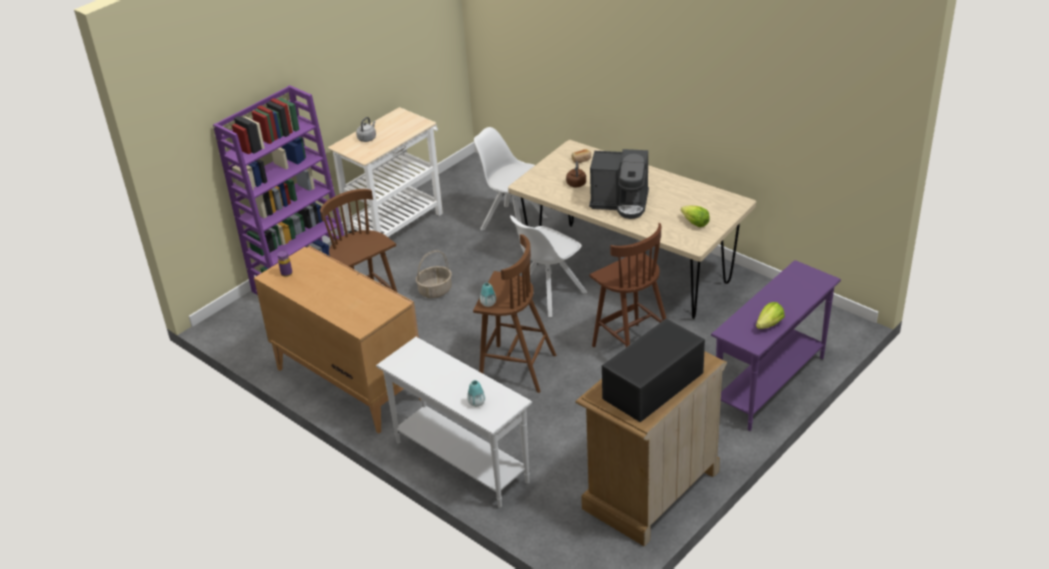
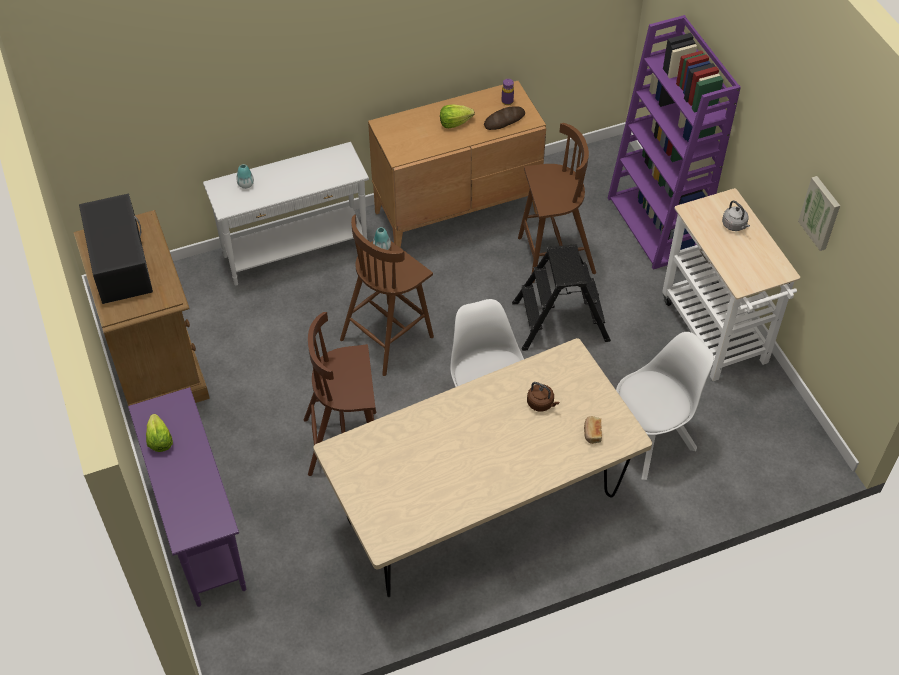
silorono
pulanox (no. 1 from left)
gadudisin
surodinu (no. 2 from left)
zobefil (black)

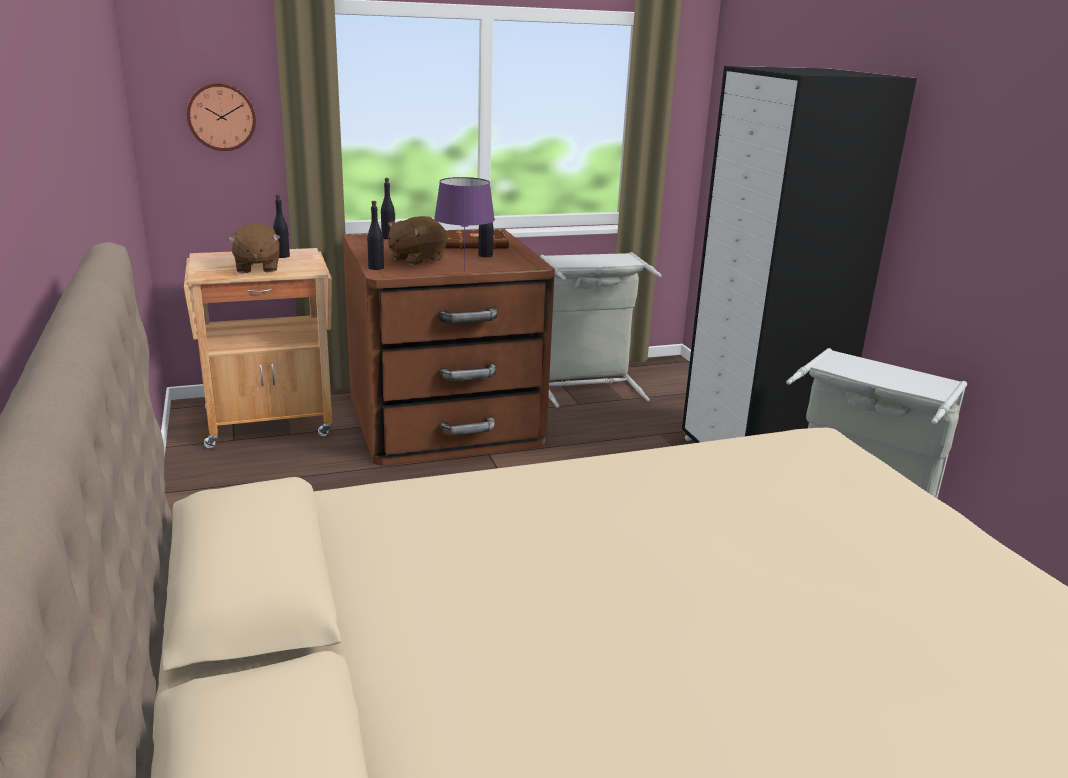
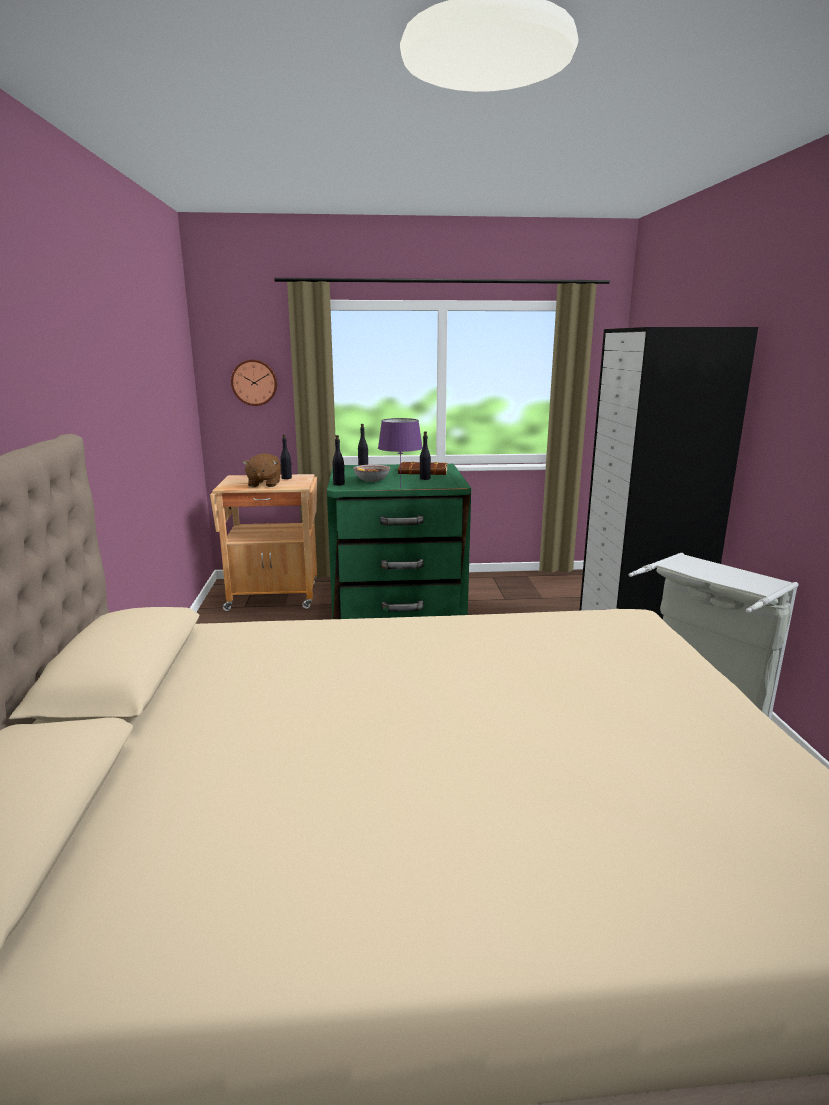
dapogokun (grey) (no. 1 from left in the first image)
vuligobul
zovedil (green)

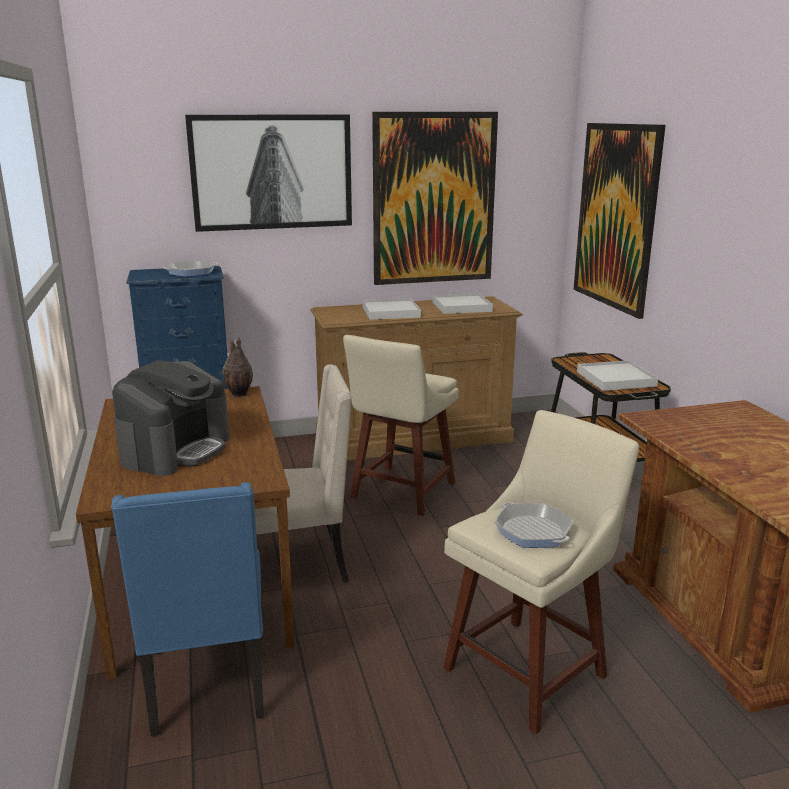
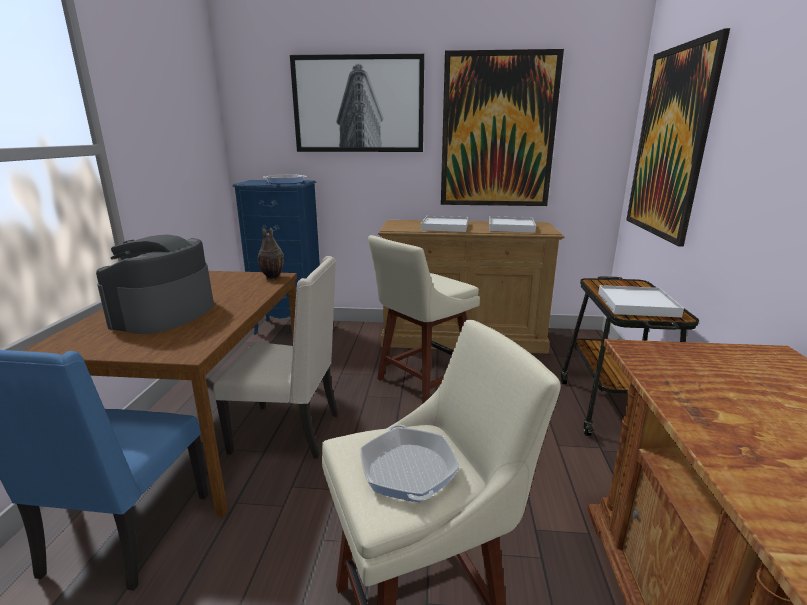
silorono

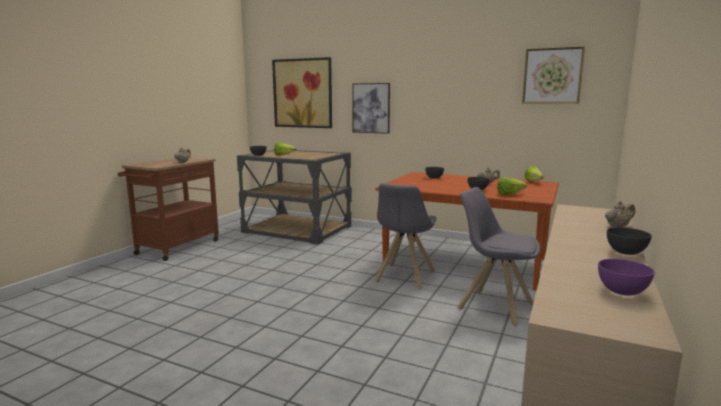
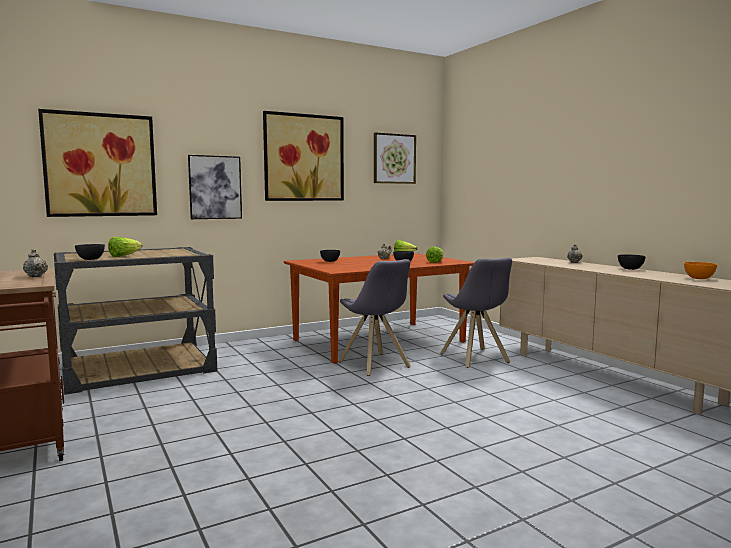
gadudisin (no. 3 from left)
vuligobul (orange)
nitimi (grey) (no. 2 from left)

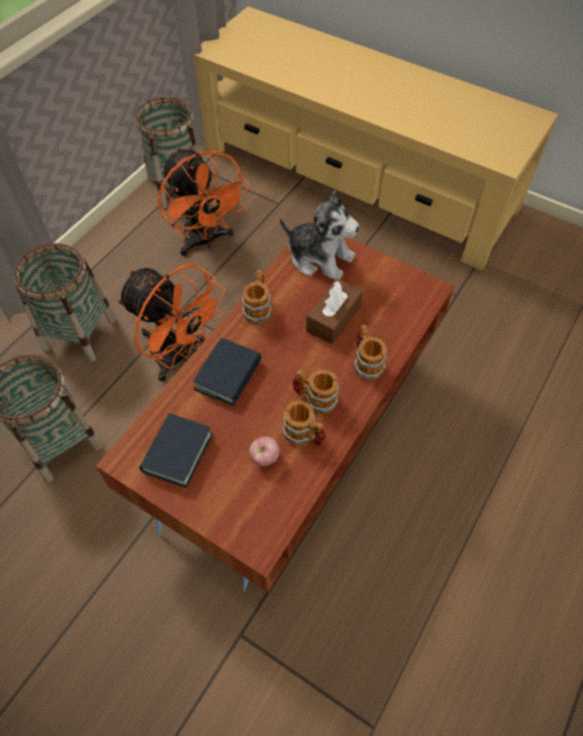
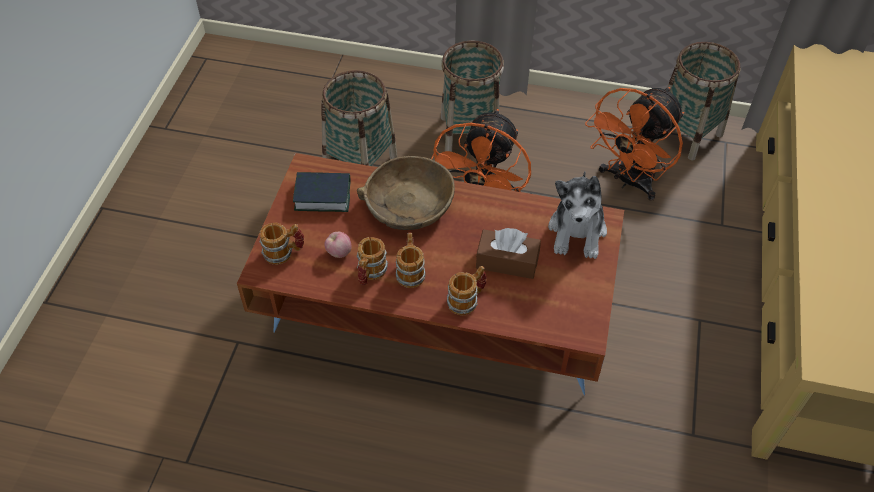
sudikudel (no. 1 from left)
vuligobul (brown)

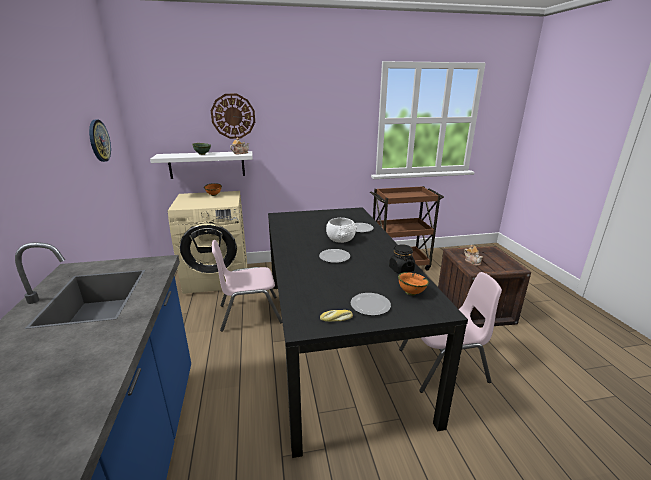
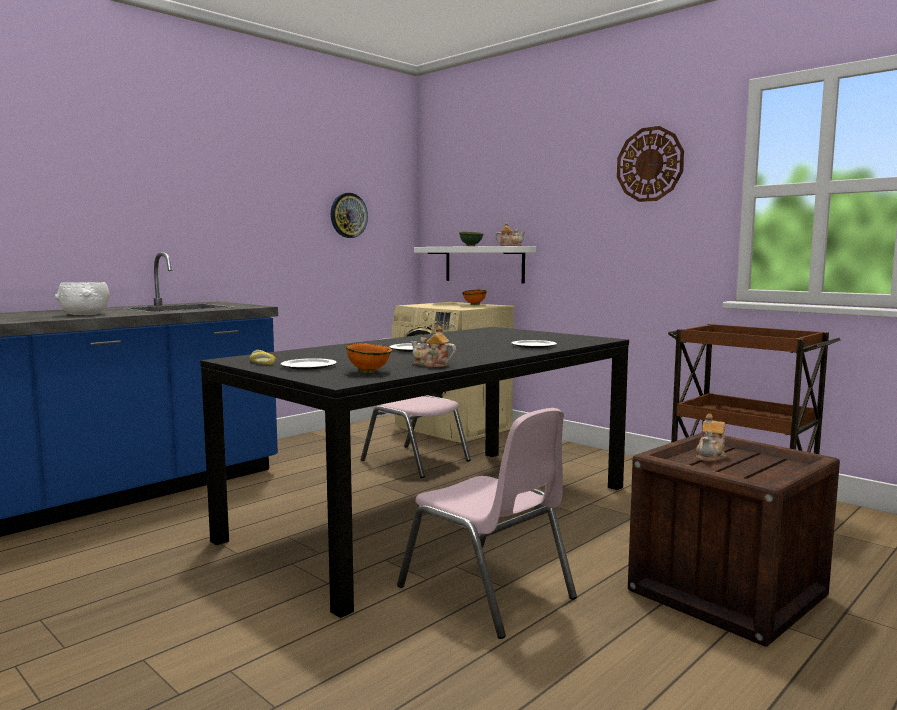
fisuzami (no. 2 from left)
vuligobul (white)
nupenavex (no. 1 from left)

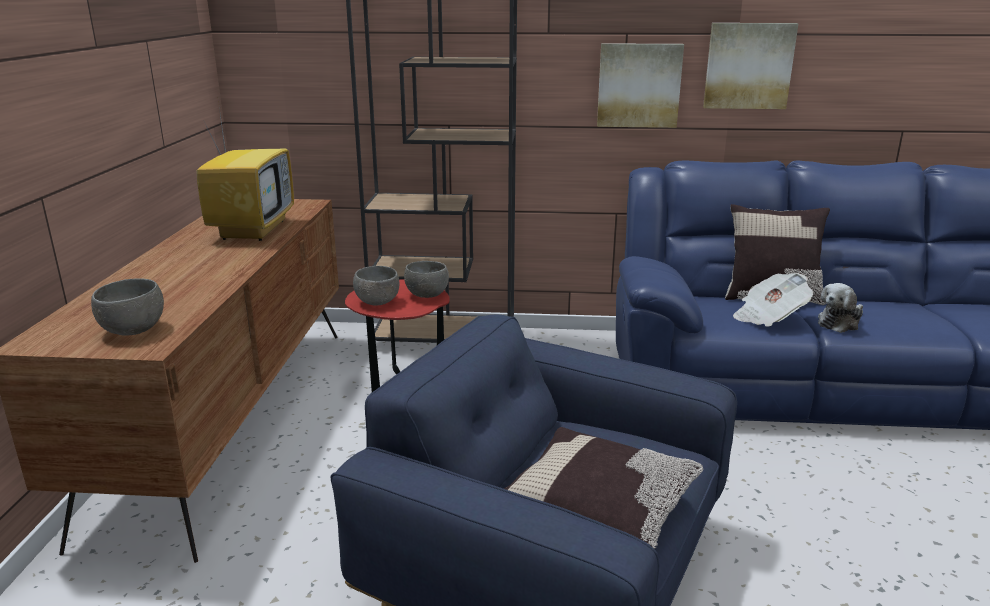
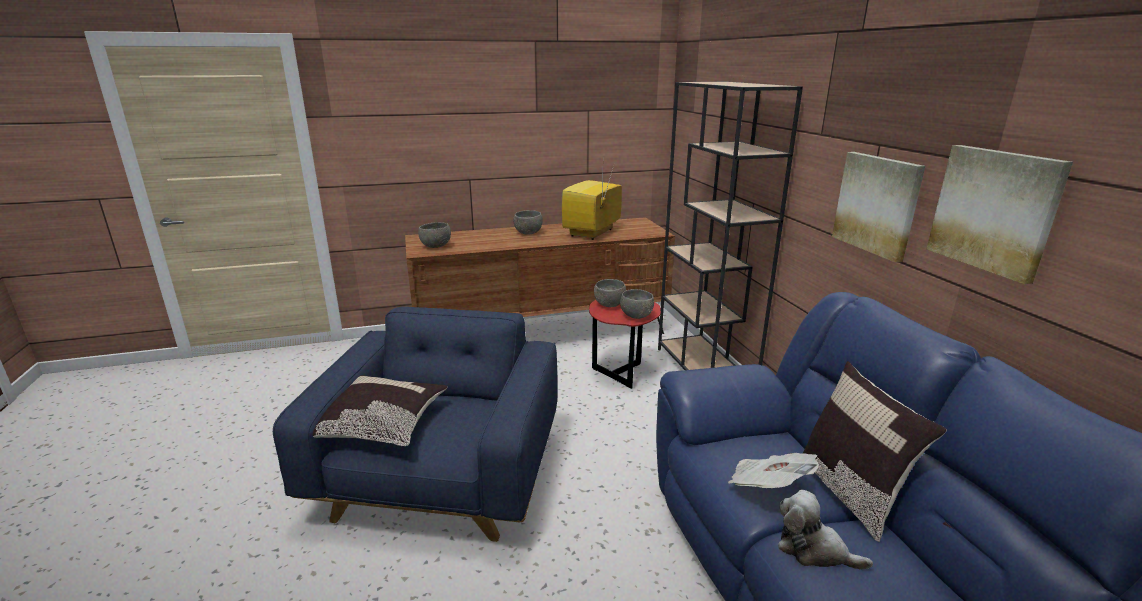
vuligobul (grey) (no. 2 from left)
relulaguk

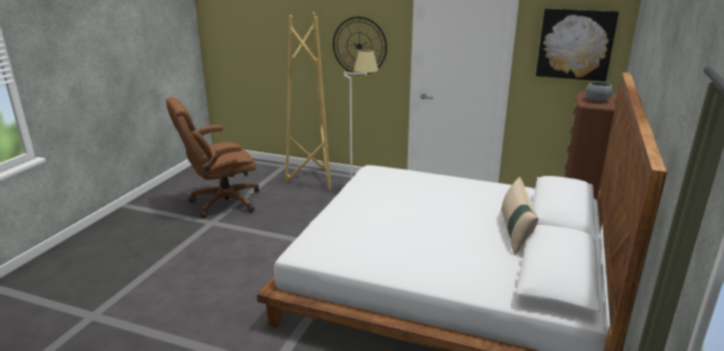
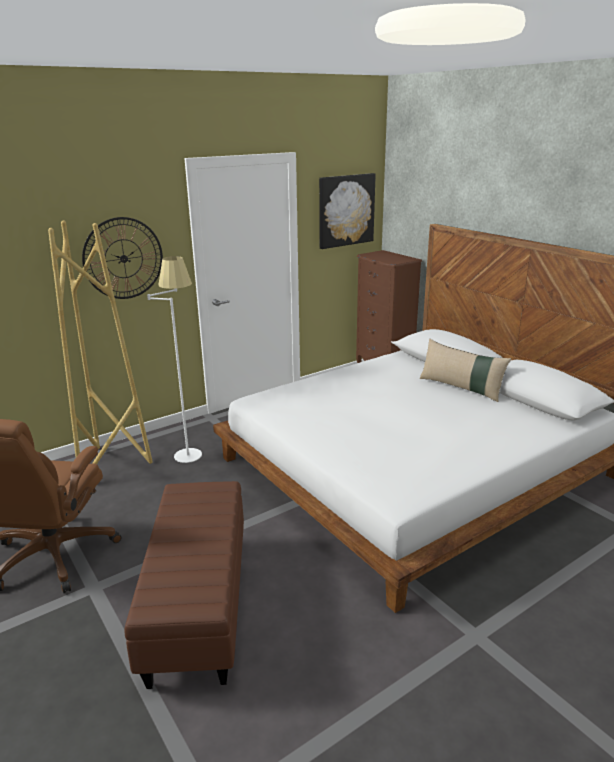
vuligobul (grey)
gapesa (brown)

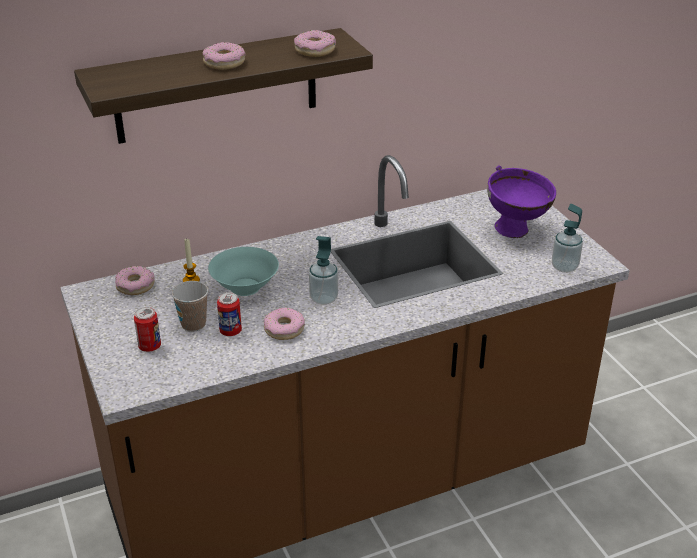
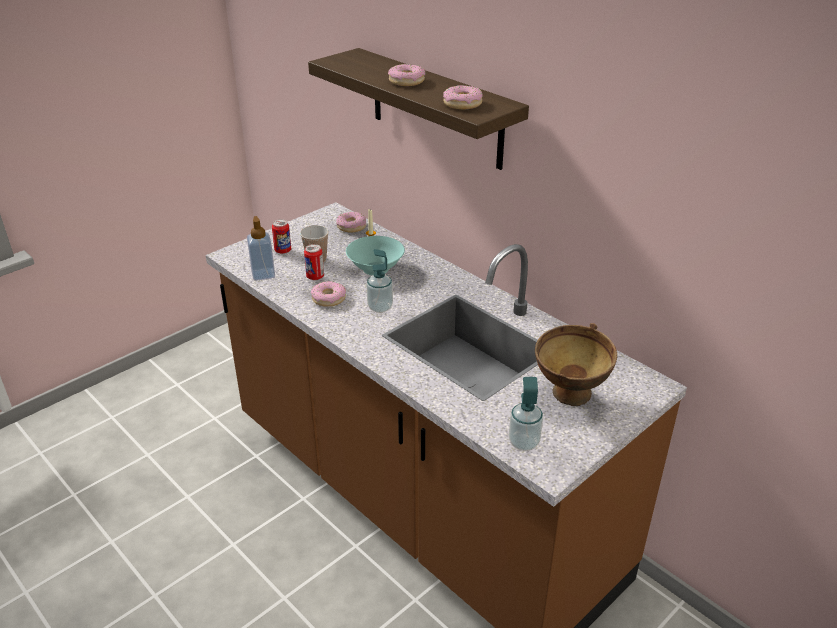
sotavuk (no. 1 from left)
vuligobul (brown)

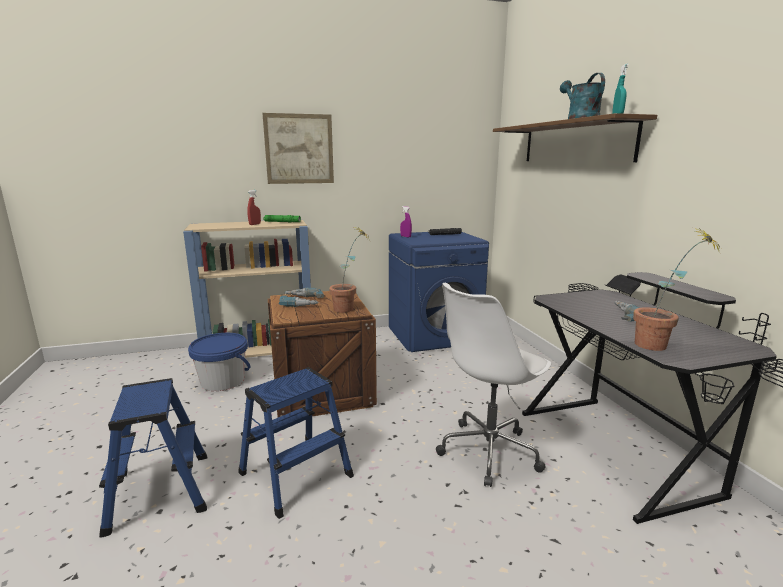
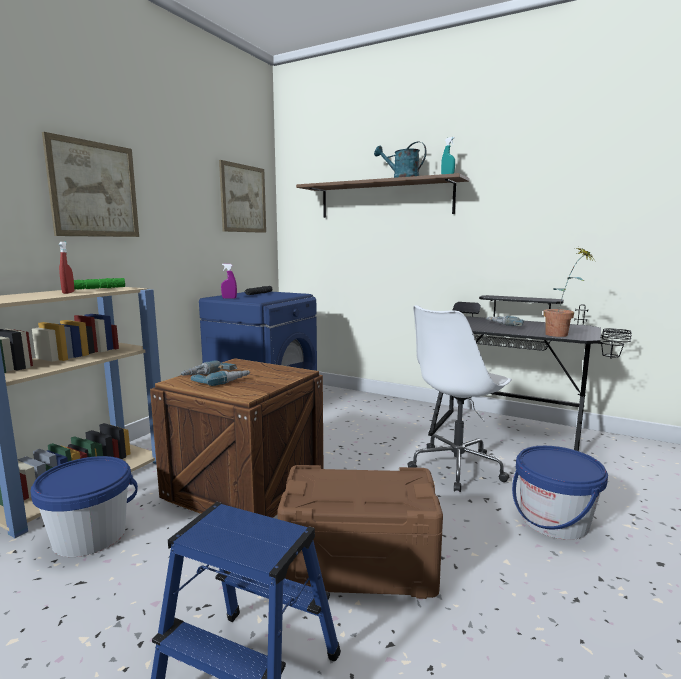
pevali (no. 1 from left in the first image)
gadudisin (no. 2 from left)
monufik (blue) (no. 2 from left)
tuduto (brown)
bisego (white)

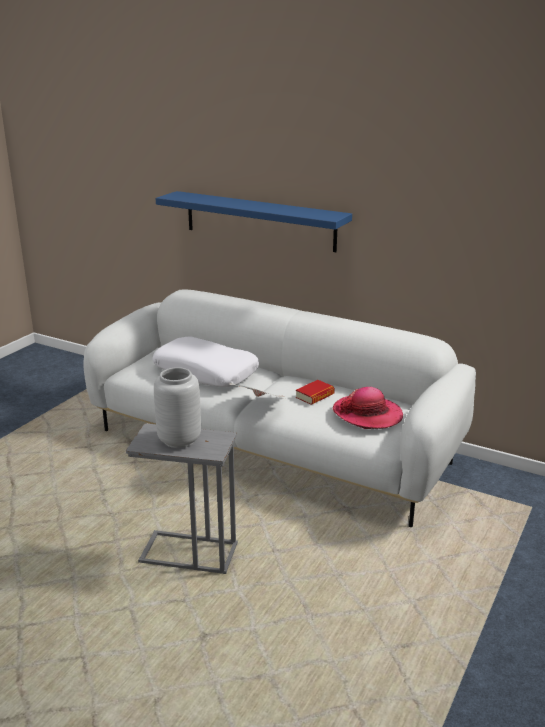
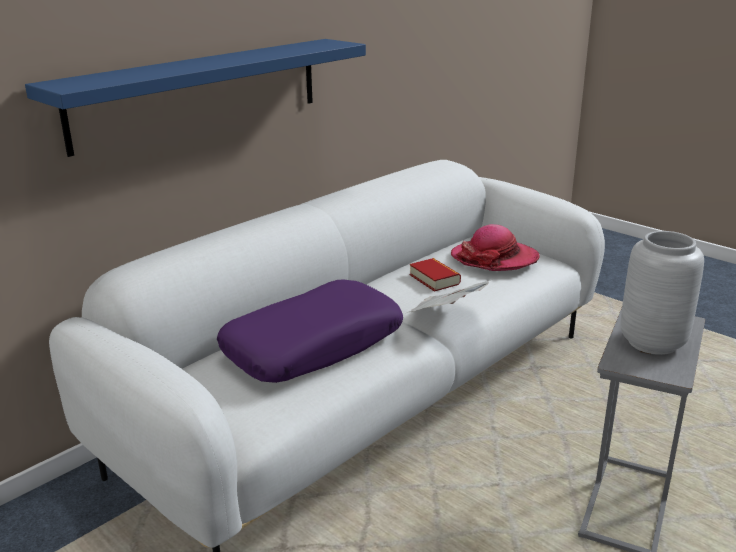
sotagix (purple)

